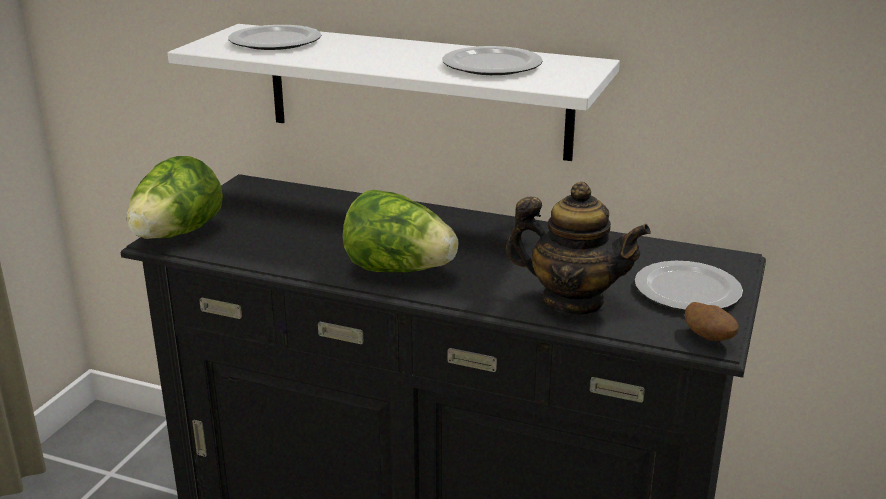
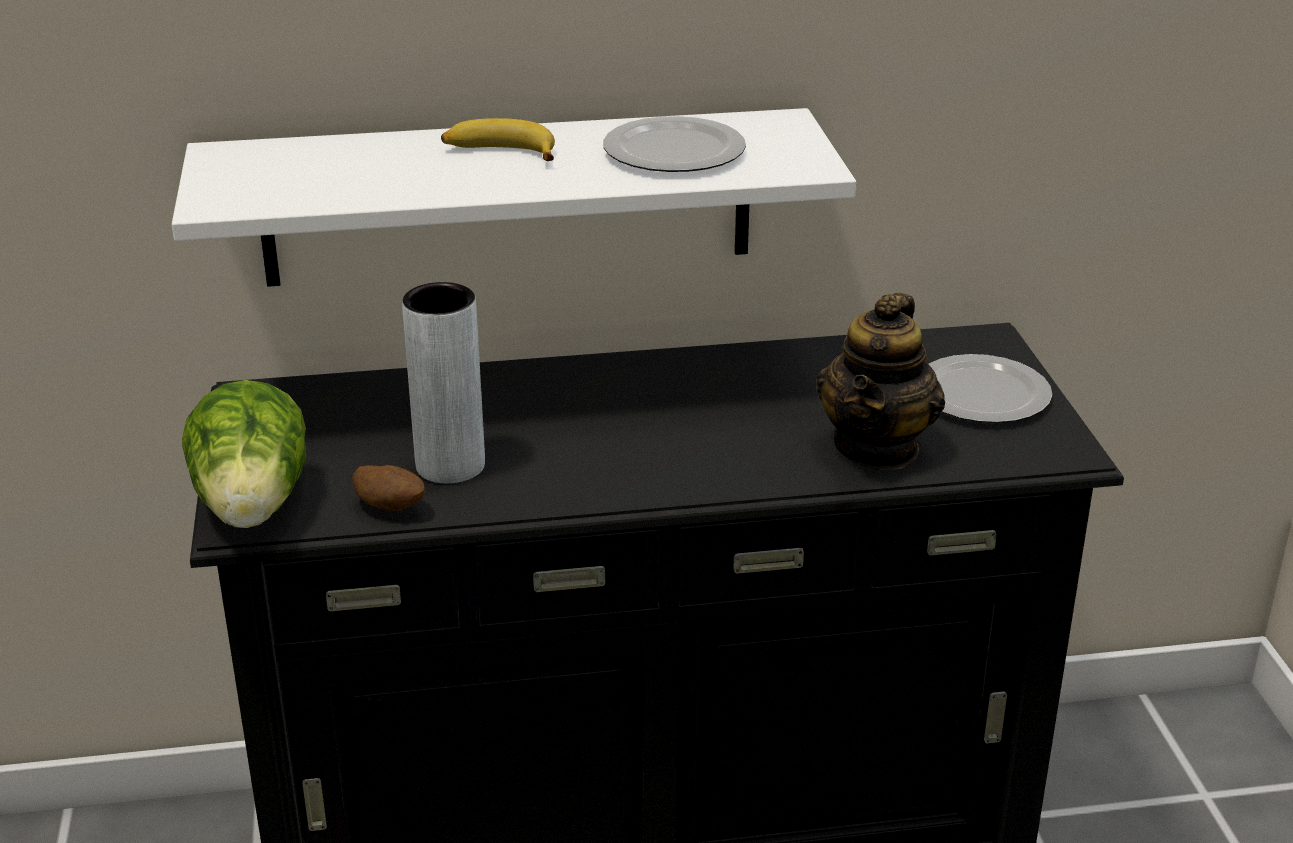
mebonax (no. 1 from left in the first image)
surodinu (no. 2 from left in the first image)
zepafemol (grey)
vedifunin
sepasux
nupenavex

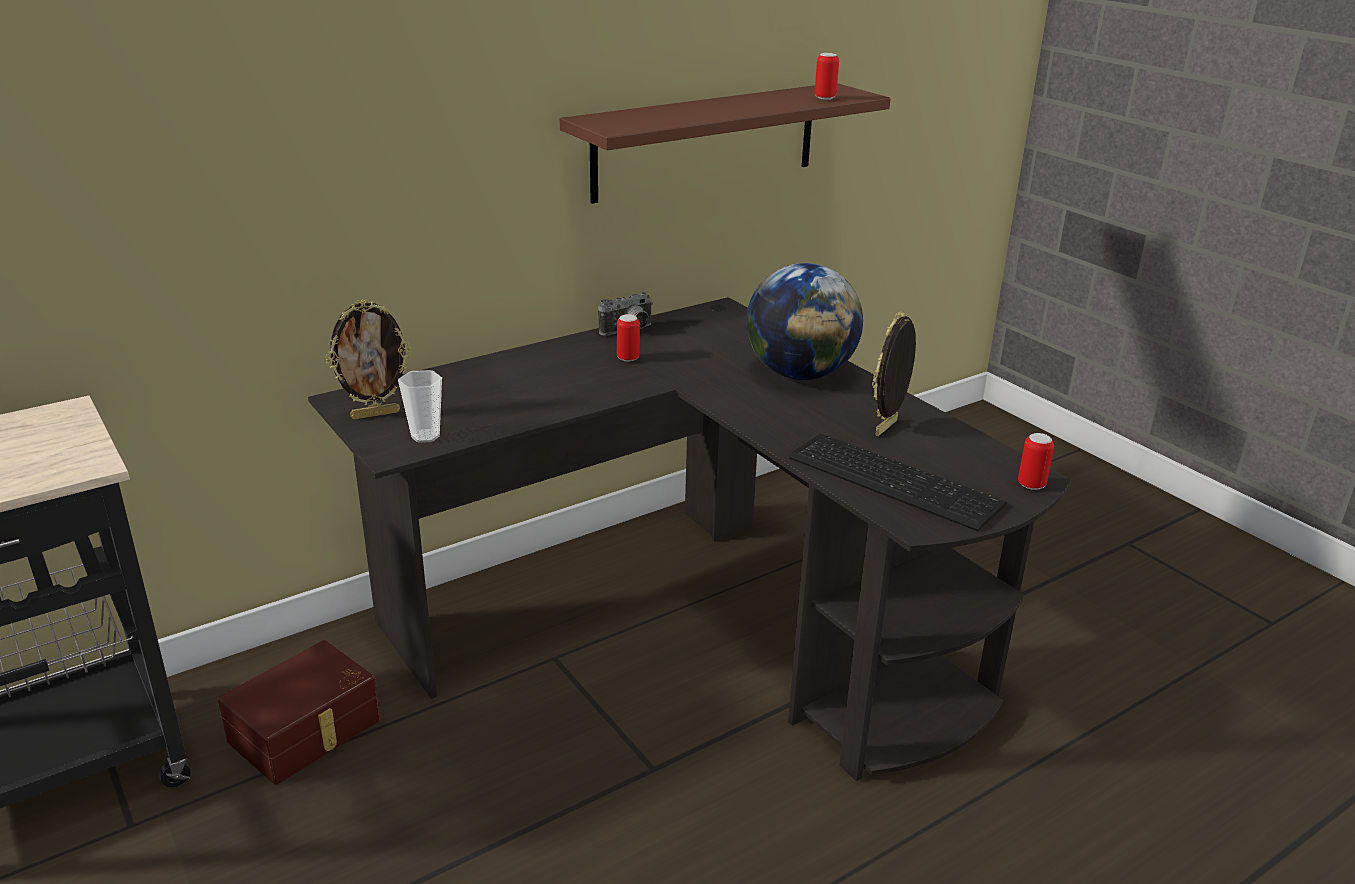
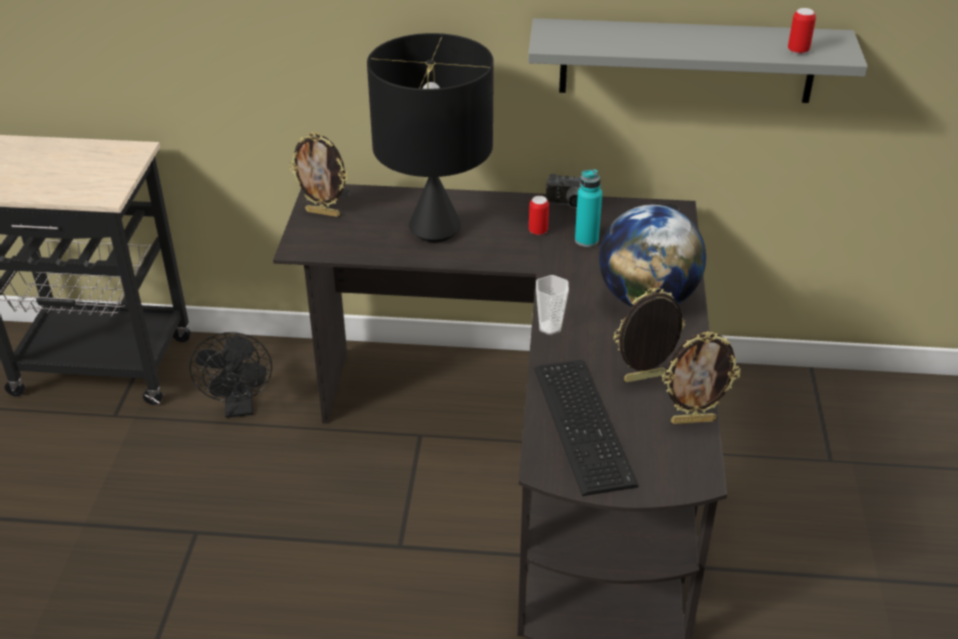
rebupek (no. 3 from left in the first image)
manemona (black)
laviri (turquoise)
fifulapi (no. 3 from left)
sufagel
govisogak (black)
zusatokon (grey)

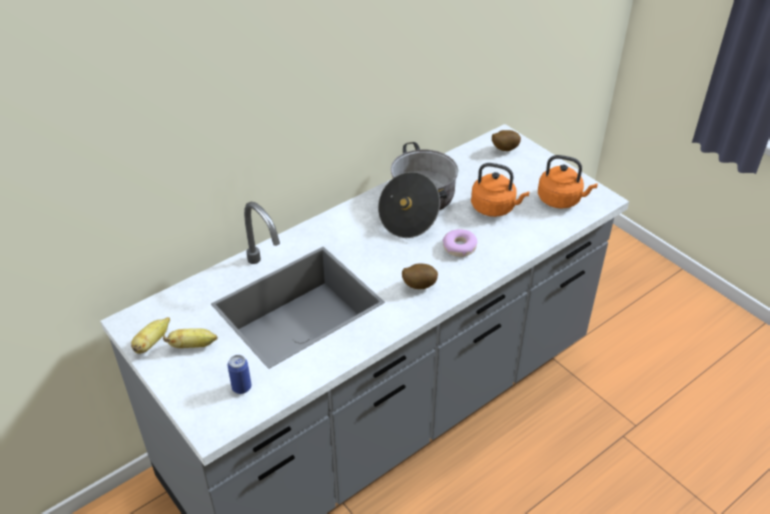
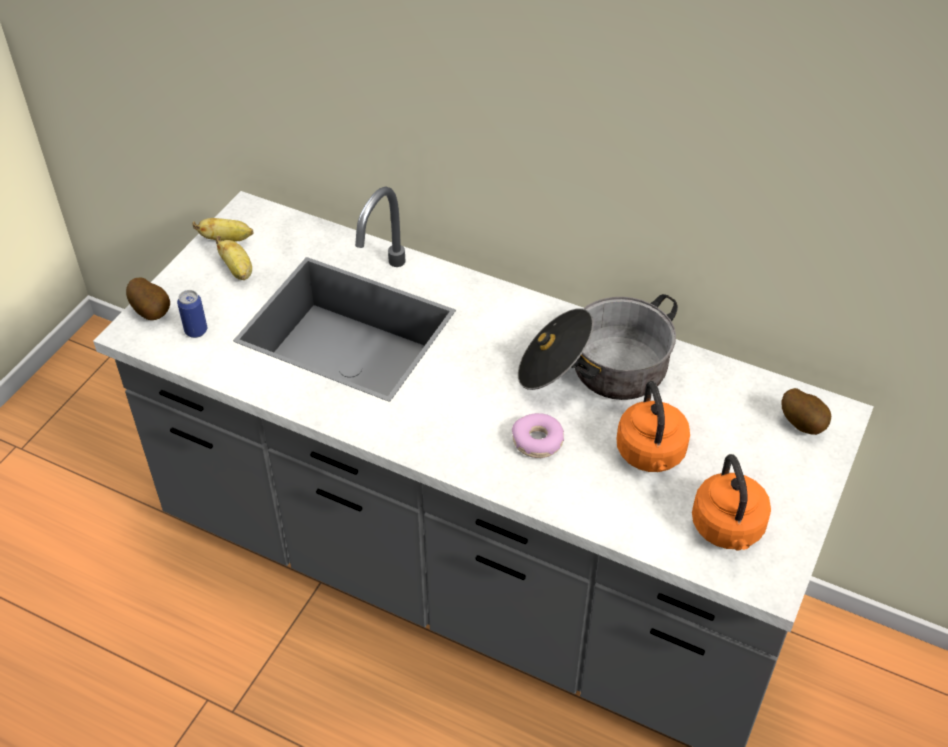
sepasux (no. 1 from left)

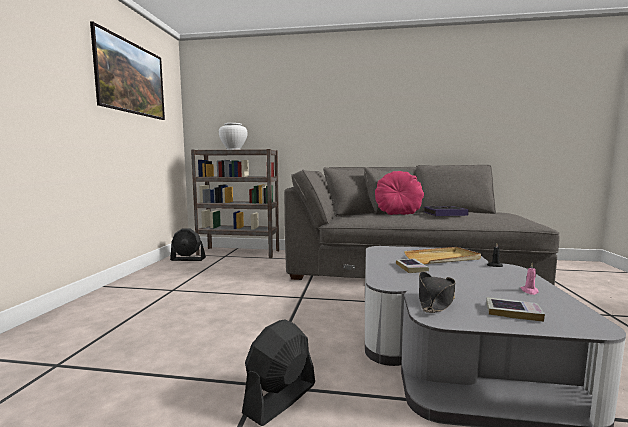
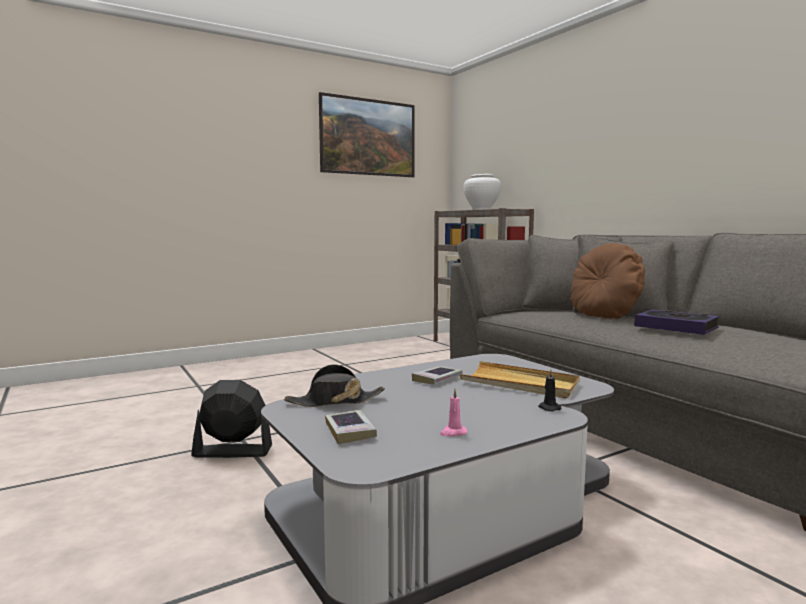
govisogak (black) (no. 1 from left in the first image)
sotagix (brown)

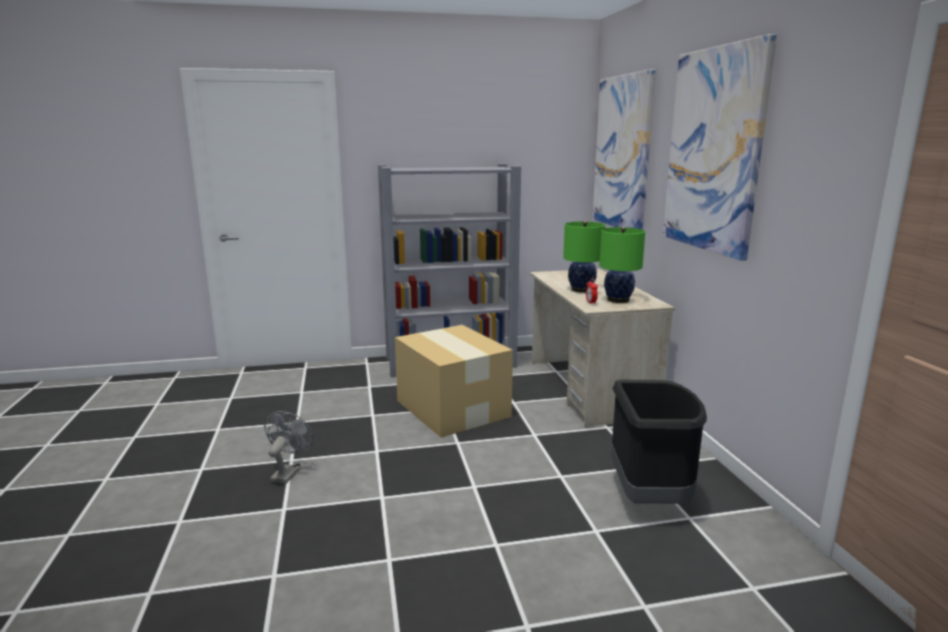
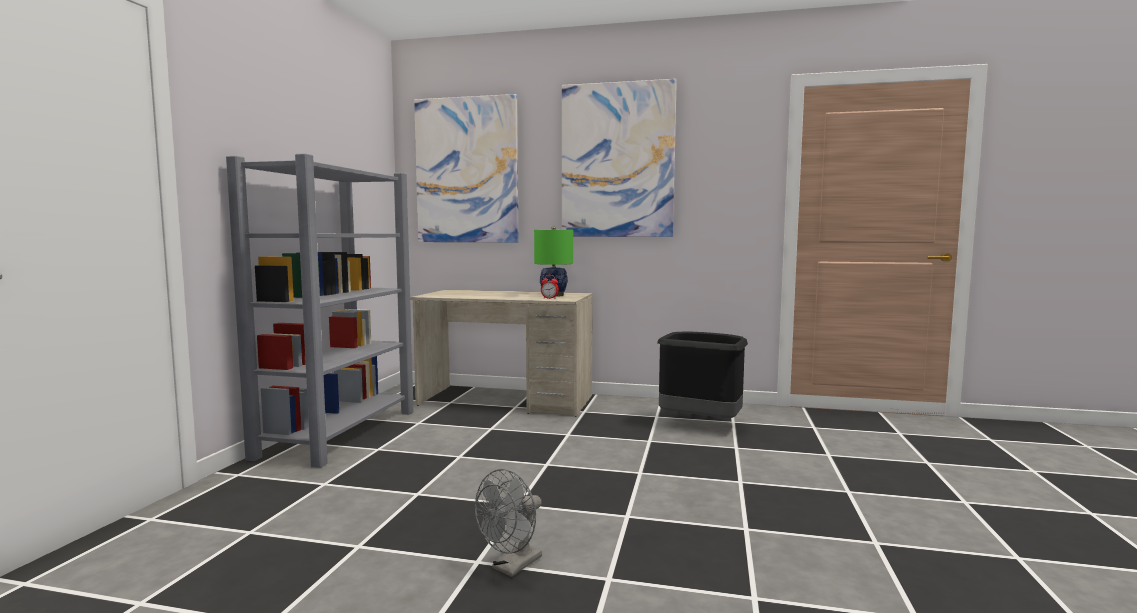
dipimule
manemona (green) (no. 1 from left in the first image)
govisogak (grey)

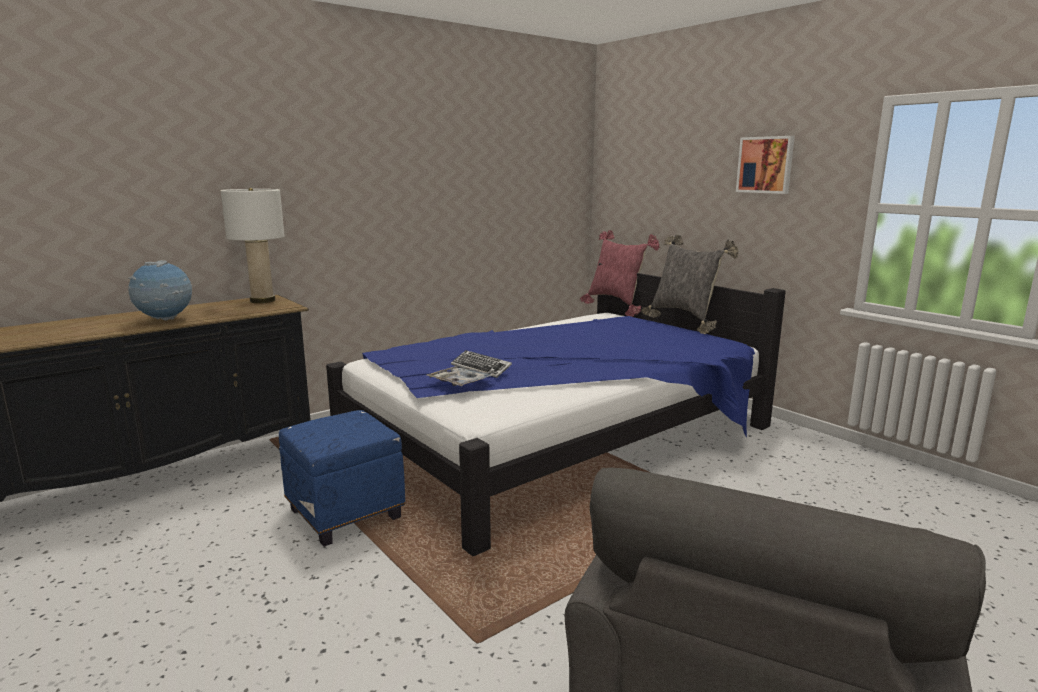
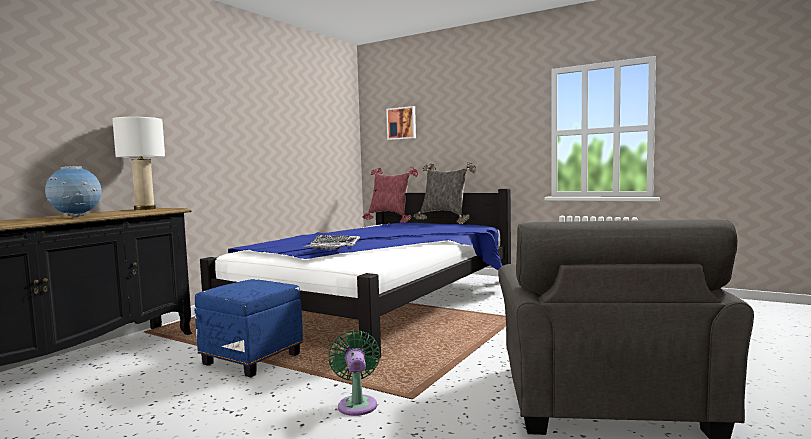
govisogak (green)
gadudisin

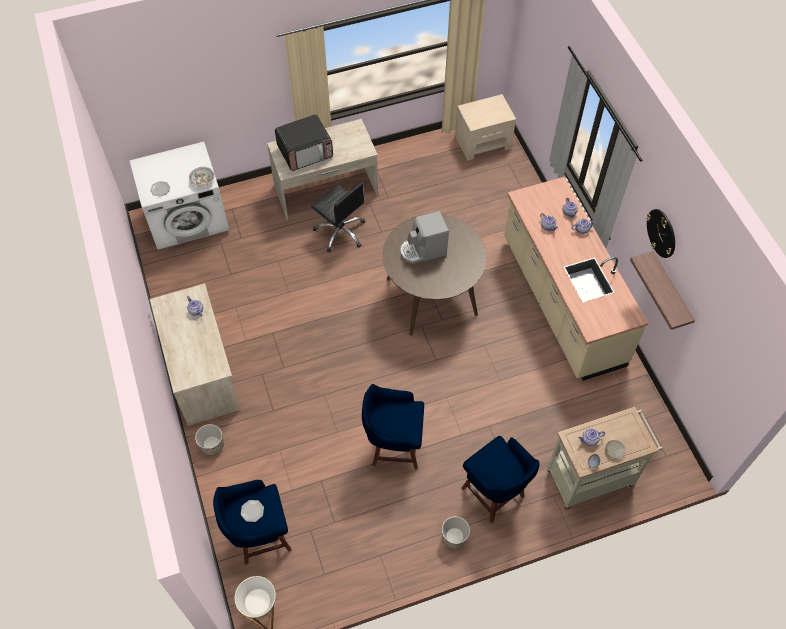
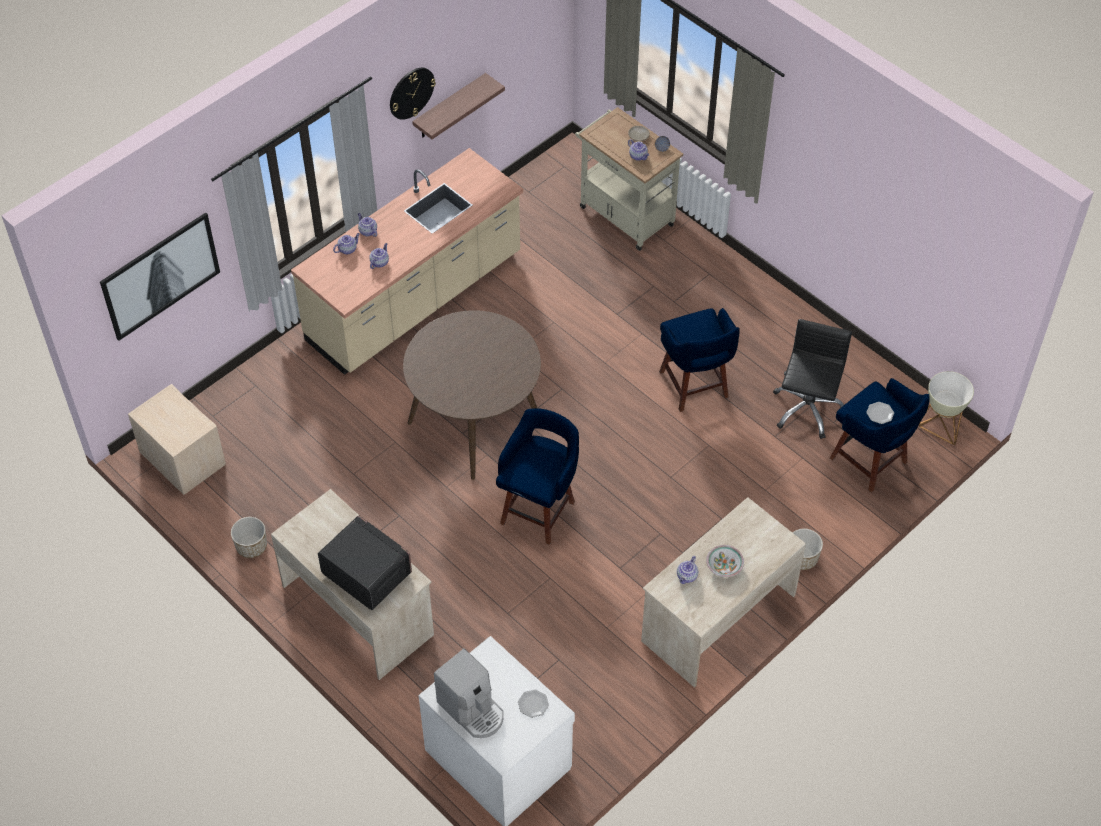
gadudisin
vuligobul (no. 2 from left)
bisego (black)
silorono
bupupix (no. 1 from left)
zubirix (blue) (no. 1 from left)

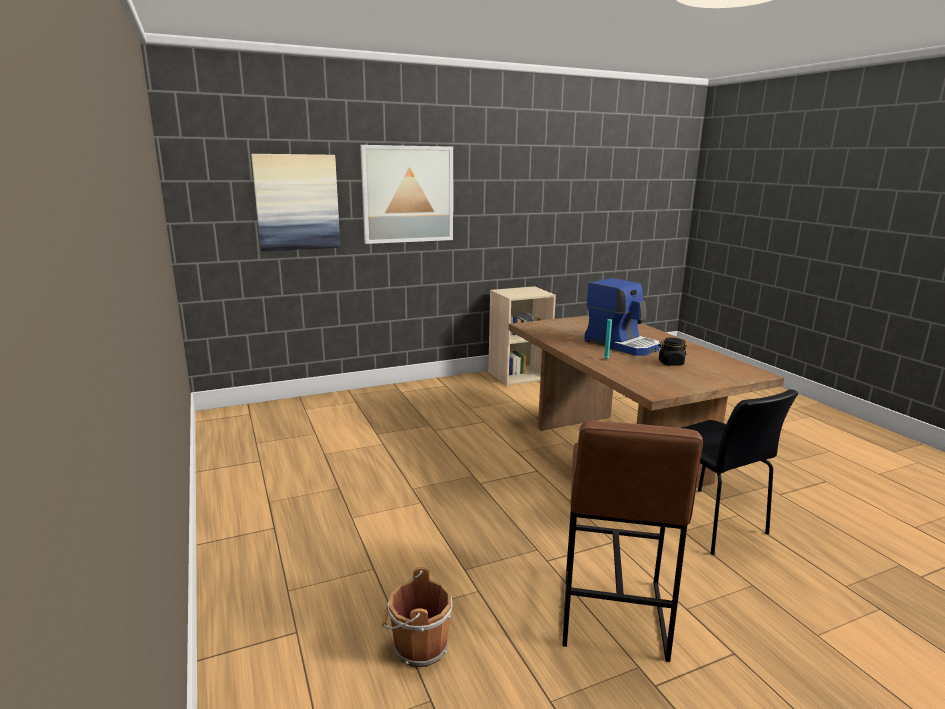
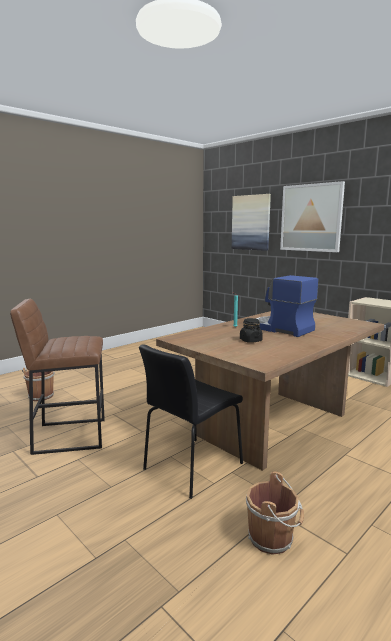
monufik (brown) (no. 2 from left)
silorono

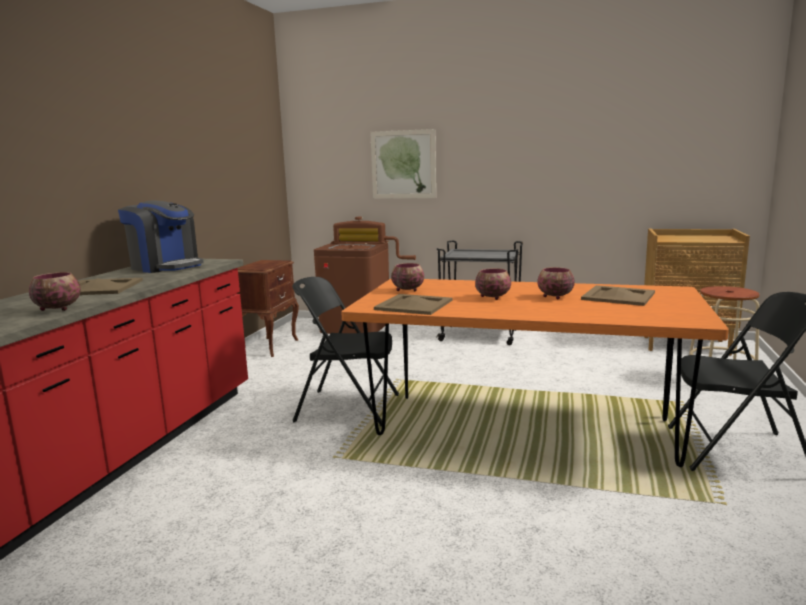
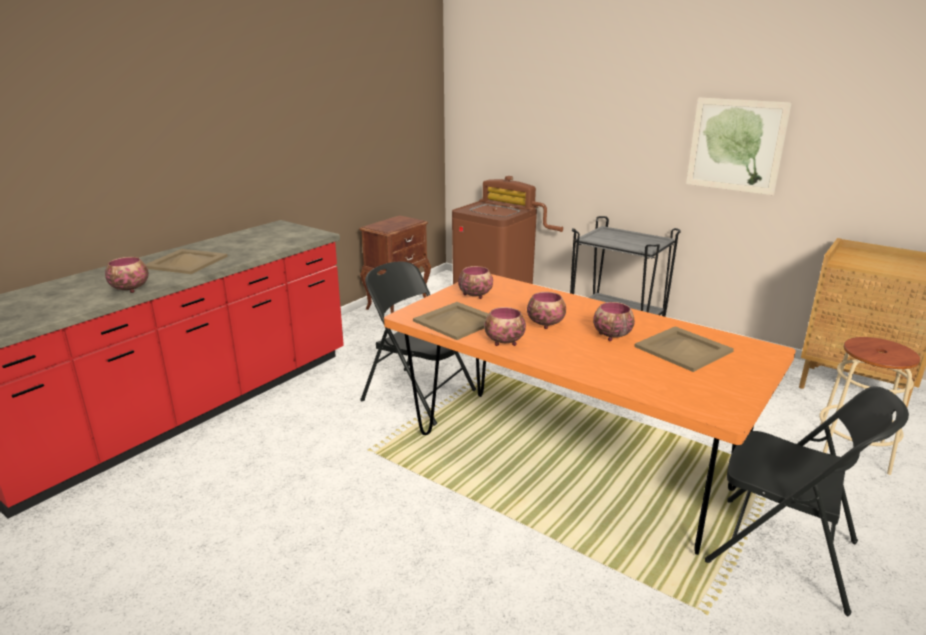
silorono
vuligobul (no. 3 from left)
gadudisin

